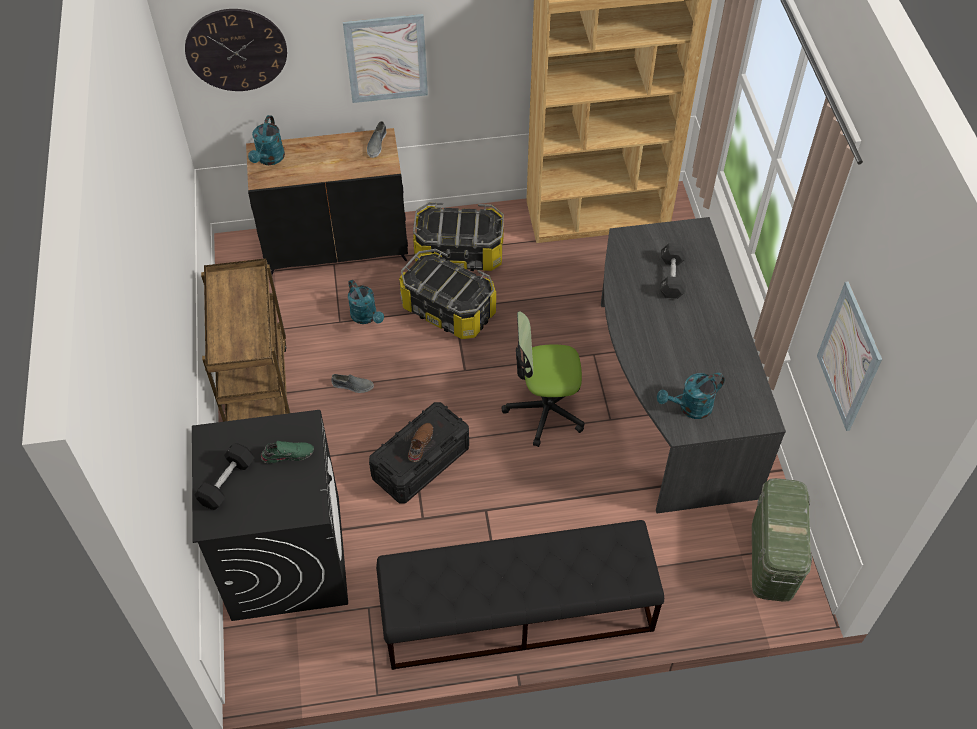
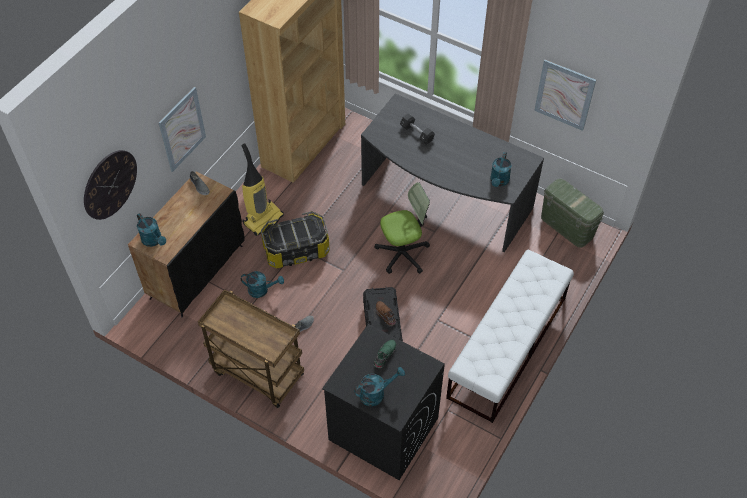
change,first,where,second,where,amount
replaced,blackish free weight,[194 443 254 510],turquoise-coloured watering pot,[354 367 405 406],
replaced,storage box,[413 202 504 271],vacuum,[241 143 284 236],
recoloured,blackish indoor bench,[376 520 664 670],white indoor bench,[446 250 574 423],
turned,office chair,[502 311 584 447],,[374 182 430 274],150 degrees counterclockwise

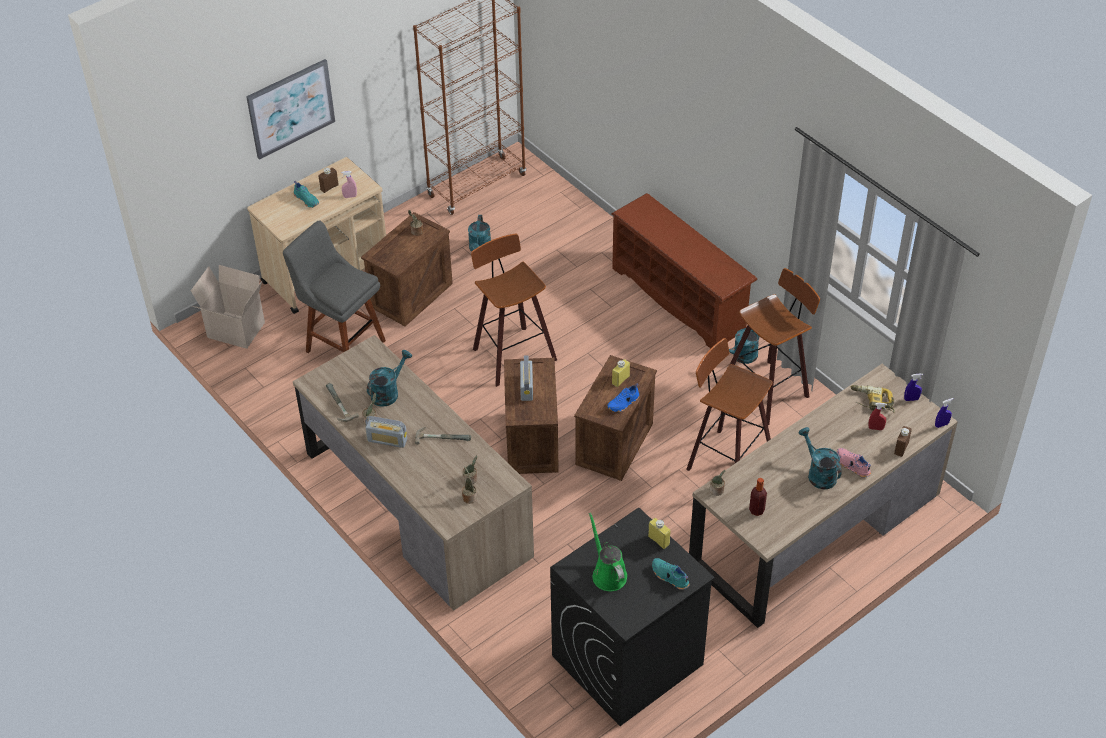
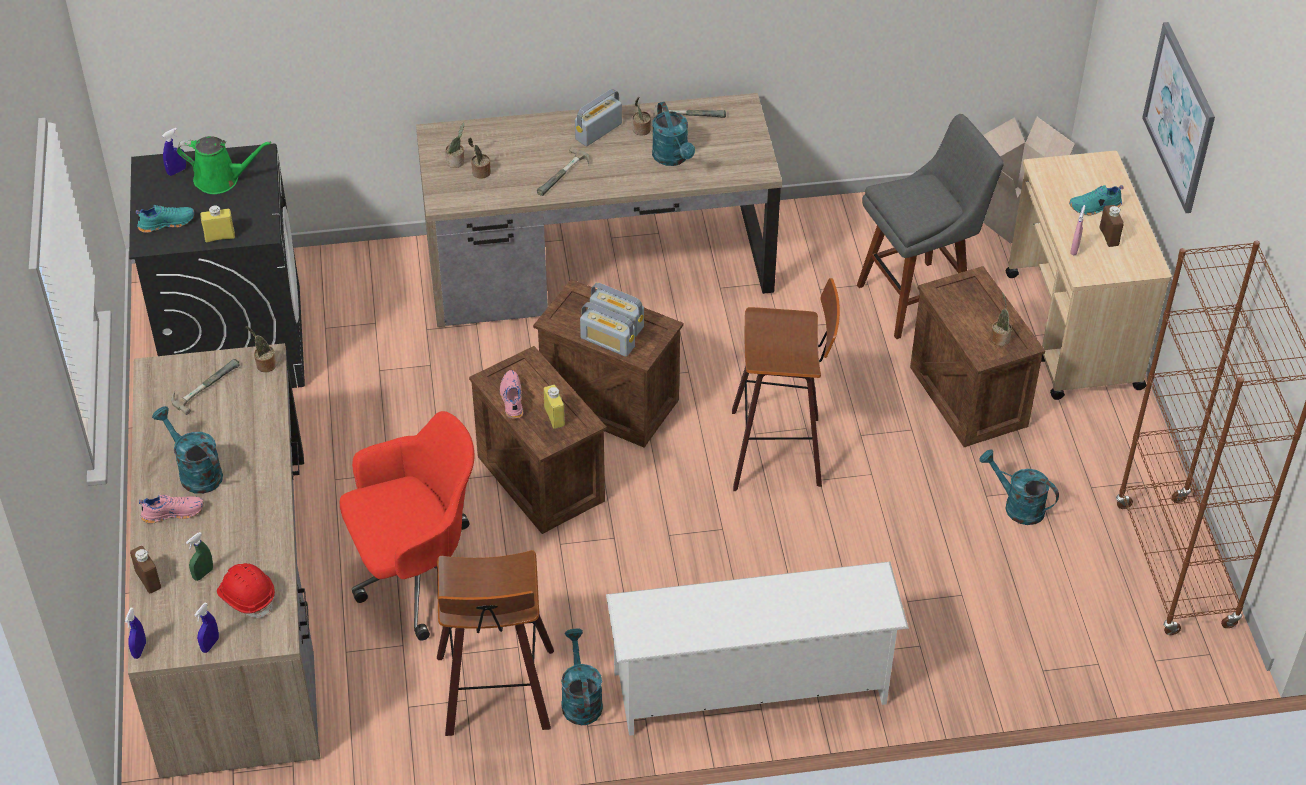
change,first,where,second,where,amount
added,,,bluish spray bottle,[162 128 186 176],
added,,,radio set,[580 302 635 357],
replaced,sitting stool,[686 338 773 471],red office chair,[340 411 474 641],
replaced,beverage bottle,[749 478 767 516],tool hammer,[171 359 240 415],
replaced,electric drill,[851 385 895 412],red safety helmet,[217 563 275 618],
recoloured,bluish low shoe,[607 384 640 412],pink low shoe,[500 370 523 419],
recoloured,brown-coloured shoe stand,[611 193 757 349],white shoe stand,[606 562 909 736],
recoloured,red spray bottle,[868 403 887 430],greenish spray bottle,[186 532 213 581],
turned,turquoise-coloured watering pot,[798 427 842 489],,[152 406 223 494],135 degrees counterclockwise

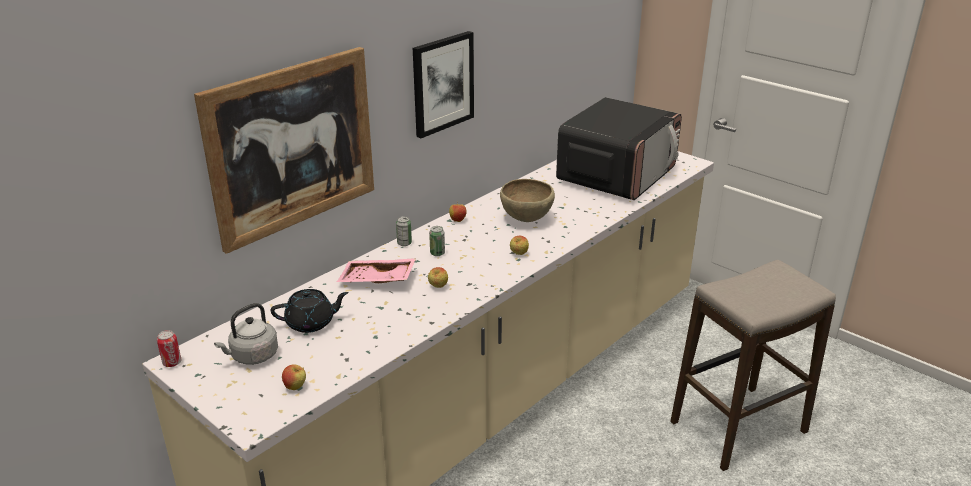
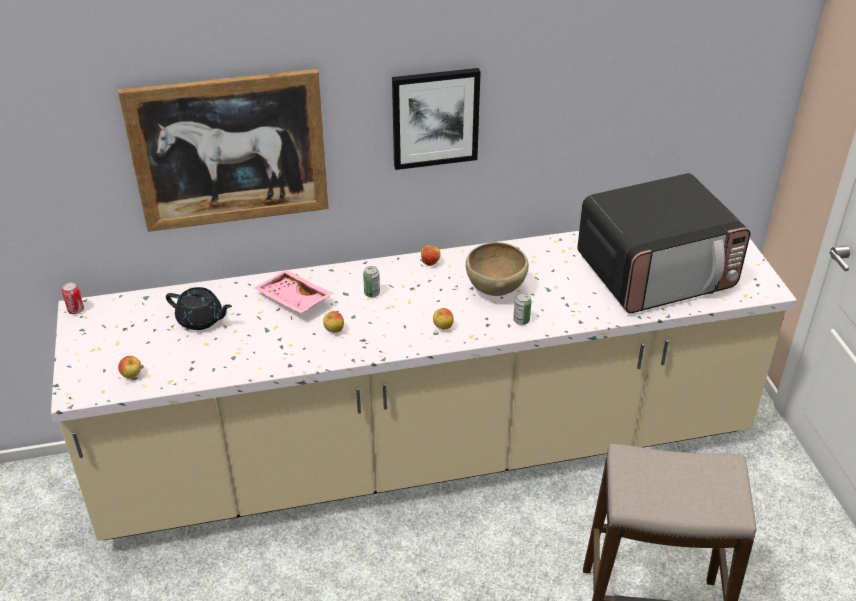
change,first,where,second,where,amount
removed,grey tea kettle,[214 303 278 365],,,
moved,metal can,[396 216 412 246],,[513 293 531 325],

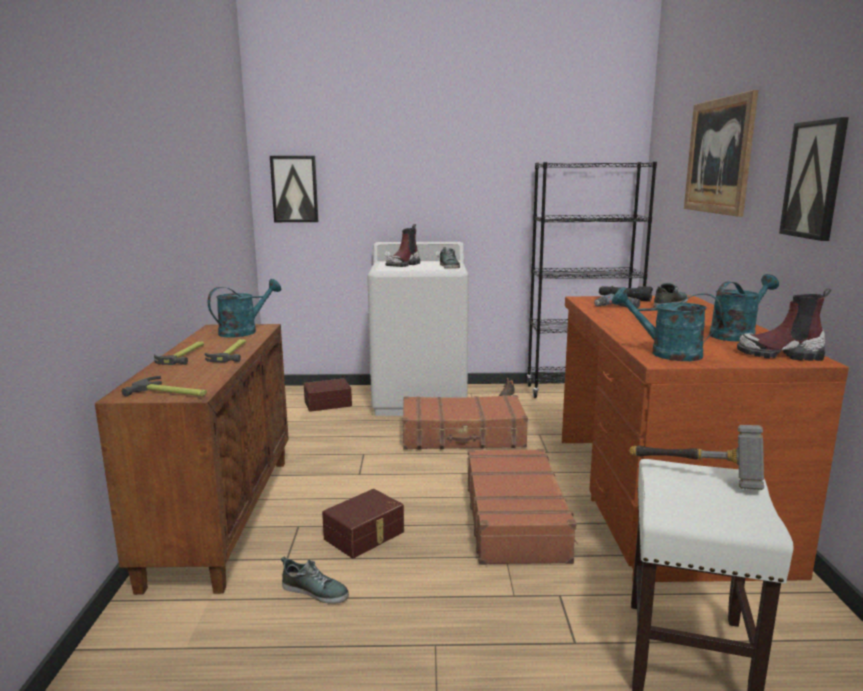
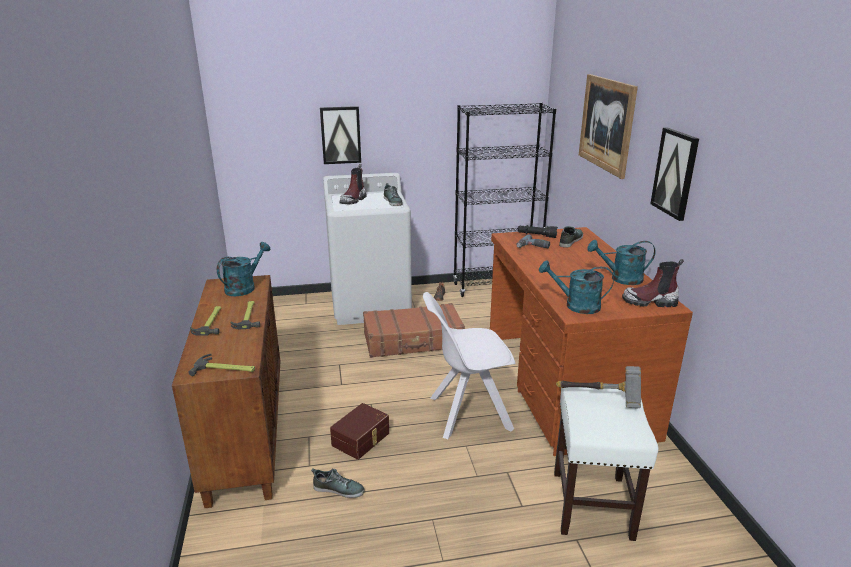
change,first,where,second,where,amount
removed,brown-coloured storage box,[304 379 352 412],,,
moved,wall picture,[270 156 318 222],,[320 106 361 164],
replaced,brown-coloured suitcase,[467 449 578 565],white upright chair,[423 292 516 439],
turned,turquoise-coloured watering pot,[709 274 779 342],,[587 240 655 285],135 degrees counterclockwise

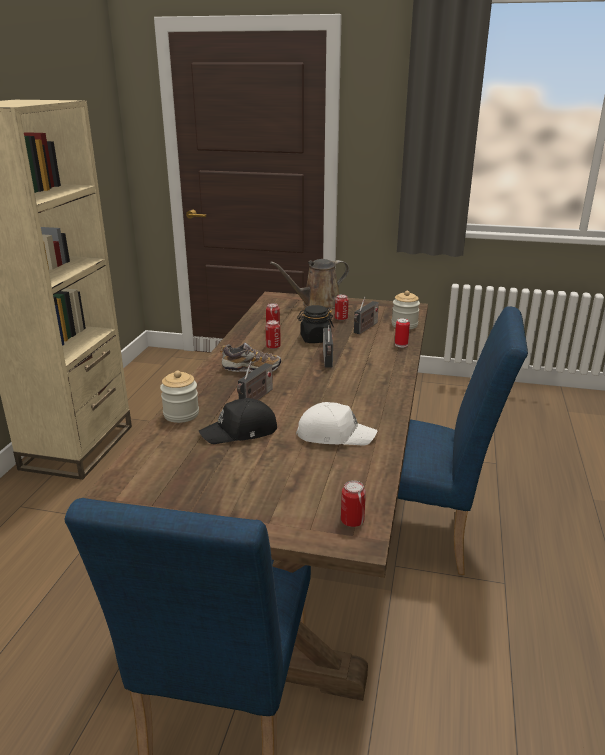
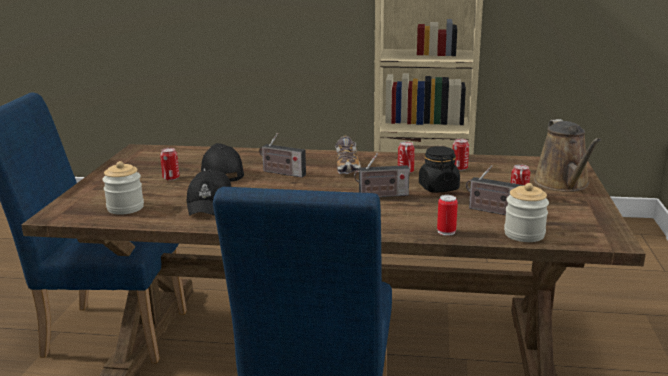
change,first,where,second,where,amount
moved,preserve jar,[160 371 199 423],,[102 161 144 215],
moved,metal can,[341 480 366 527],,[160 148 179 181],
recoloured,white cap,[296 402 377 446],blackish cap,[186 169 231 216],
turned,brown-coloured watering pot,[270 259 349 309],,[534 119 601 192],150 degrees counterclockwise

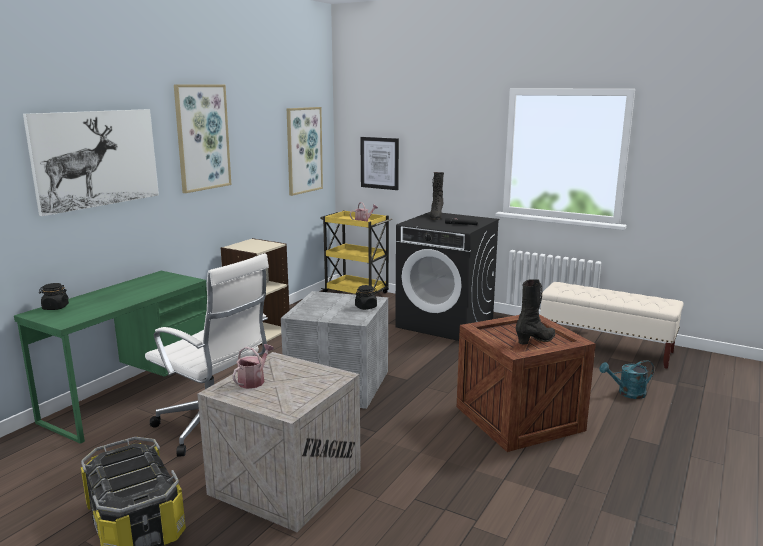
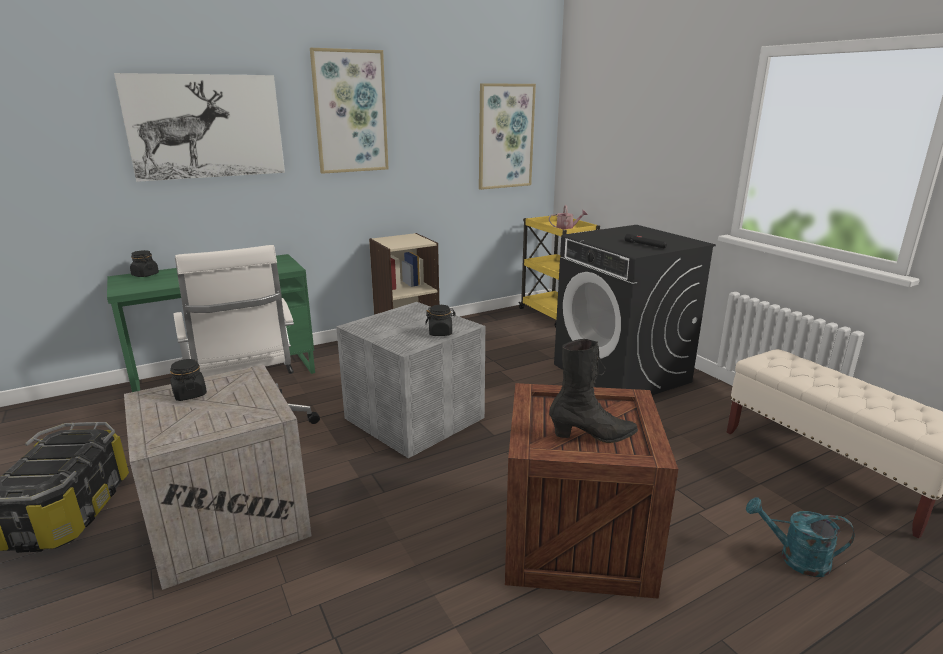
change,first,where,second,where,amount
removed,wall picture,[360 137 399 190],,,
removed,blackish high-top boot,[430 172 444 219],,,
replaced,watering pot,[232 344 274 389],blackish preserve jar,[170 359 207 401],

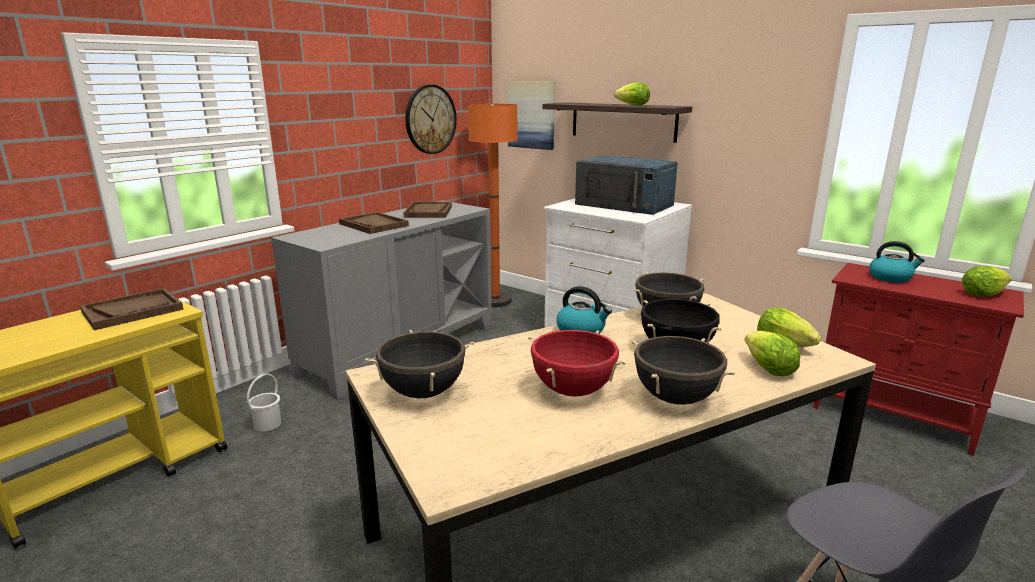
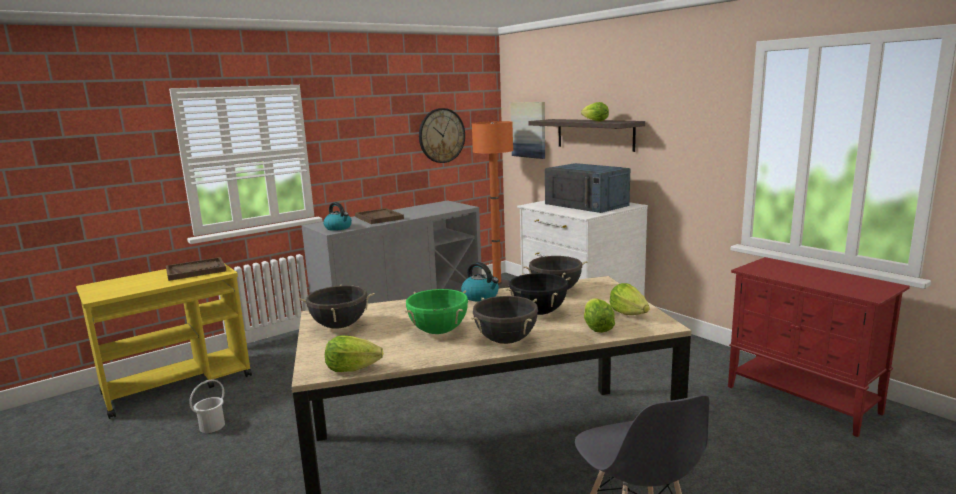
change,first,where,second,where,amount
removed,brown-coloured carrying tray,[403 202 452 218],,,
moved,white water bucket,[247 373 281 432],,[189 379 225 433],
moved,tea kettle,[869 241 925 283],,[323 202 352 231],
moved,lettuce head,[962 266 1012 296],,[325 335 383 372],
recoloured,red stockpot,[528 330 626 396],greenish stockpot,[405 289 468 334],

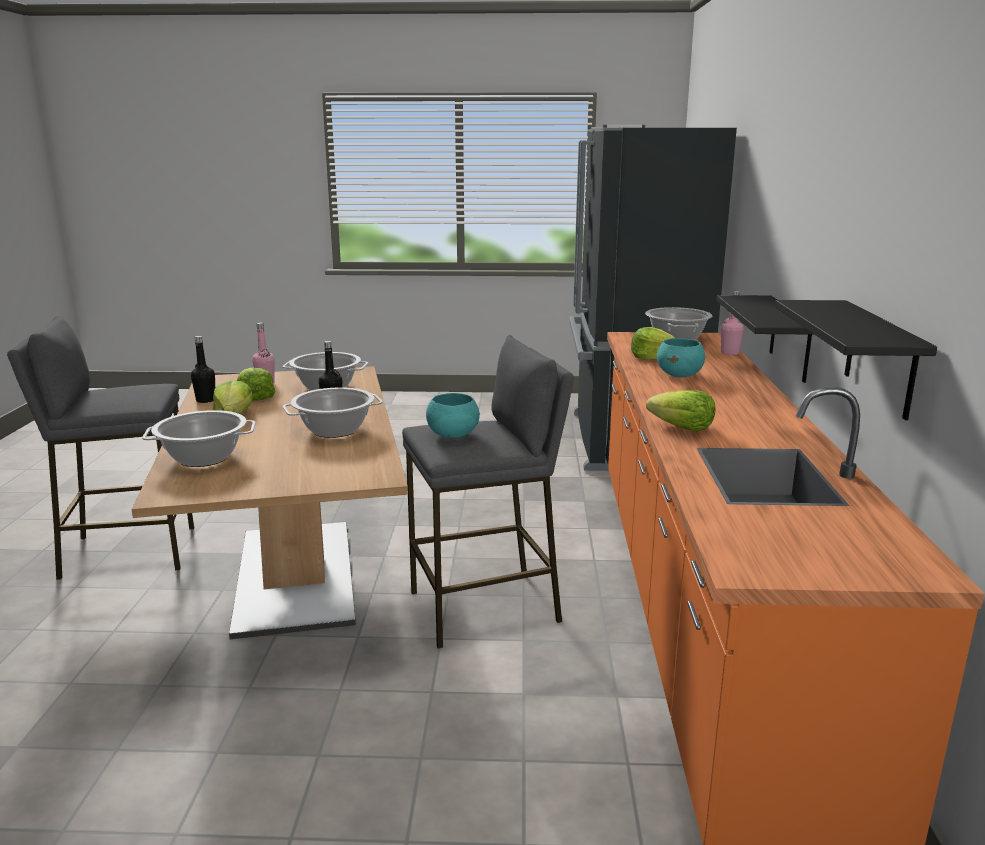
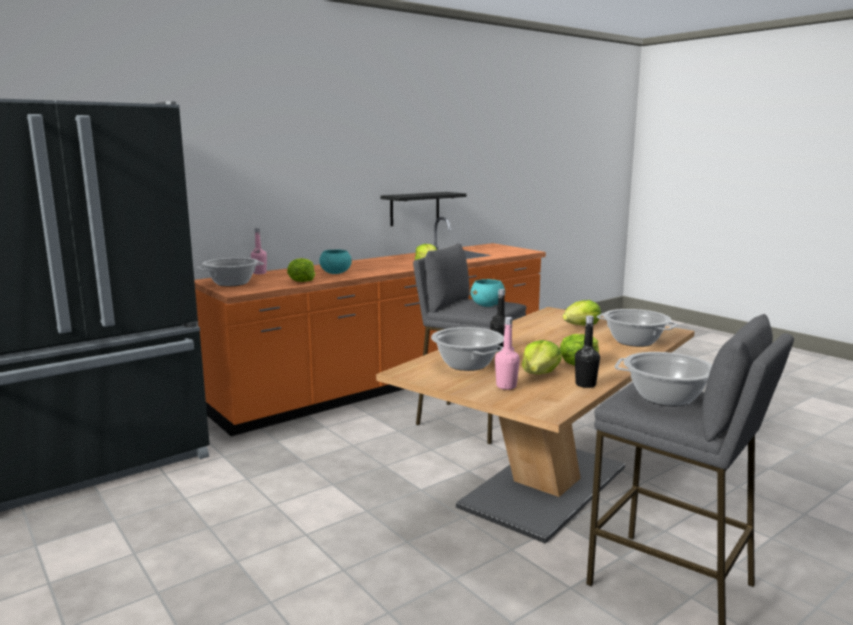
change,first,where,second,where,amount
removed,blackish bracket shelf,[716 295 815 383],,,
added,,,lettuce head,[563 300 601 326],
moved,stockpot,[283 387 383 438],,[615 352 712 406],

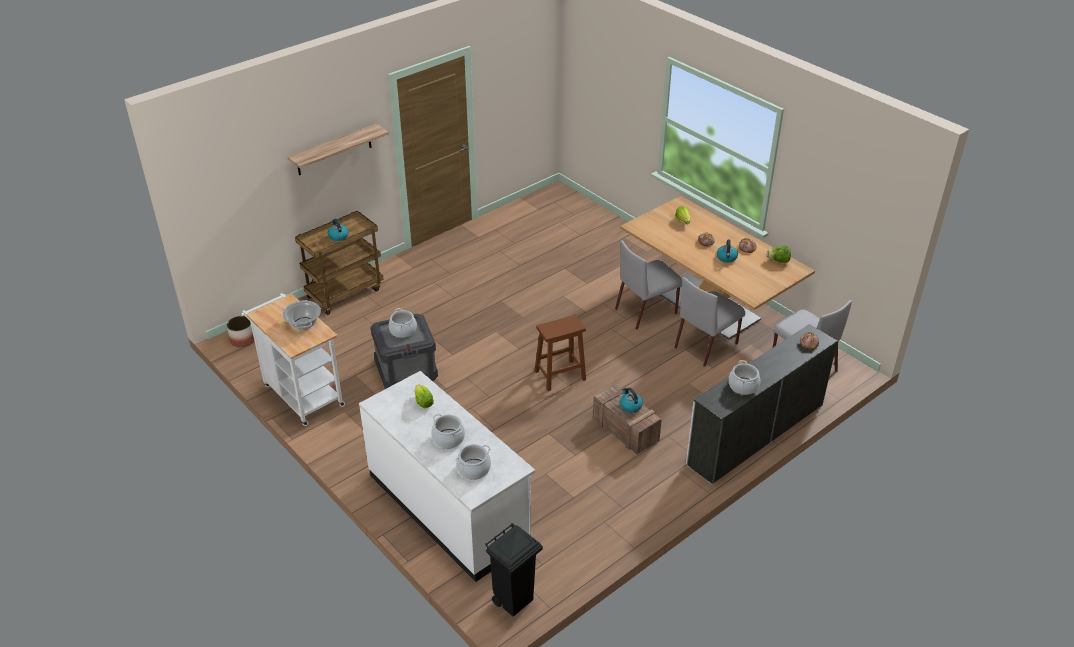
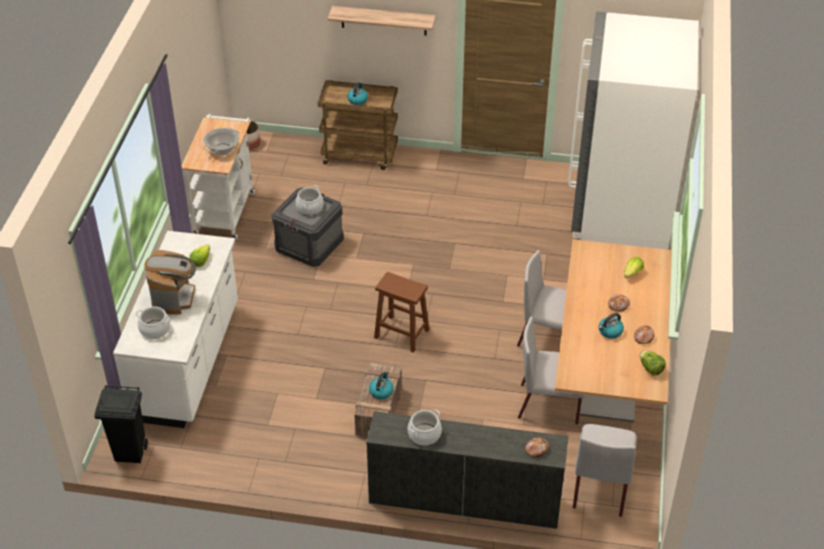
change,first,where,second,where,amount
added,,,white fridge,[568 12 699 250],
replaced,stockpot,[431 414 465 449],coffee maker,[144 250 196 314],

